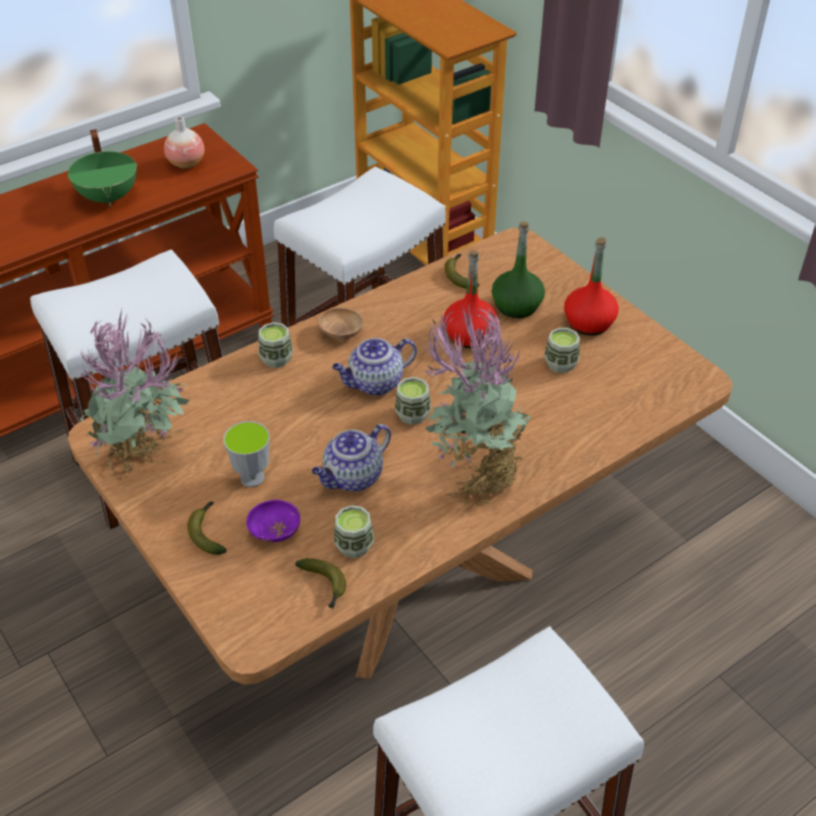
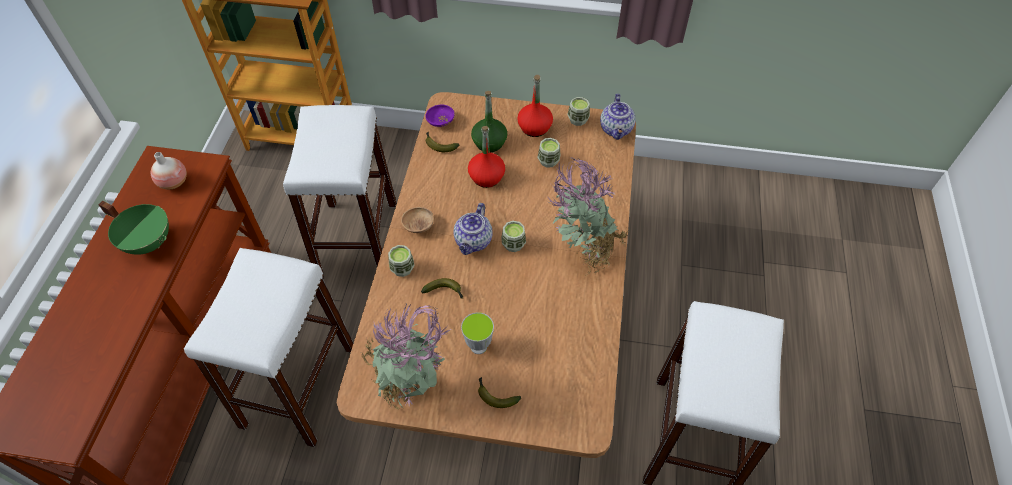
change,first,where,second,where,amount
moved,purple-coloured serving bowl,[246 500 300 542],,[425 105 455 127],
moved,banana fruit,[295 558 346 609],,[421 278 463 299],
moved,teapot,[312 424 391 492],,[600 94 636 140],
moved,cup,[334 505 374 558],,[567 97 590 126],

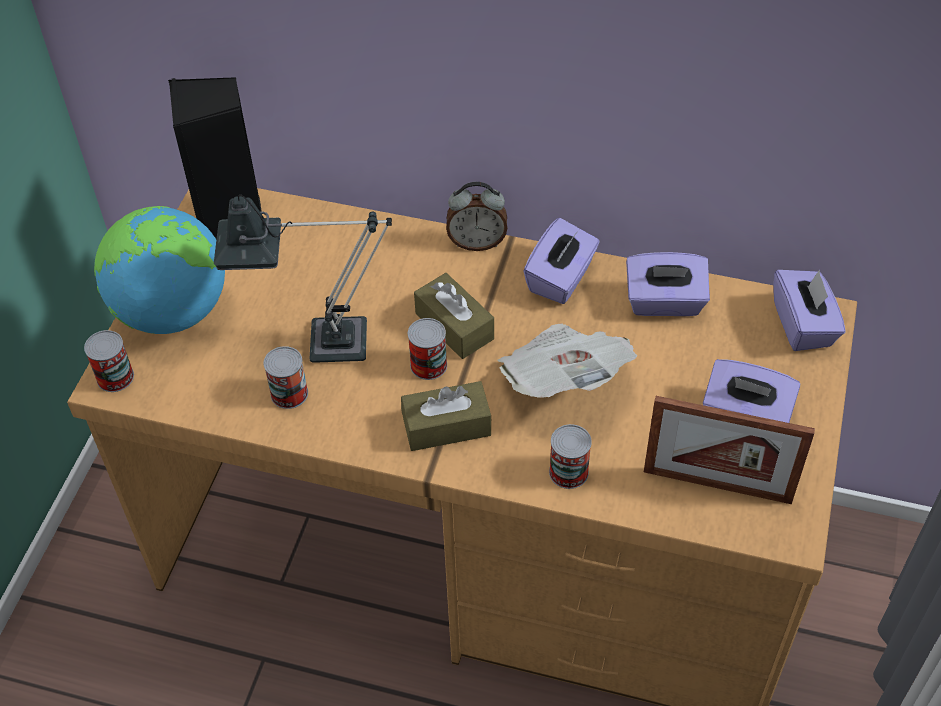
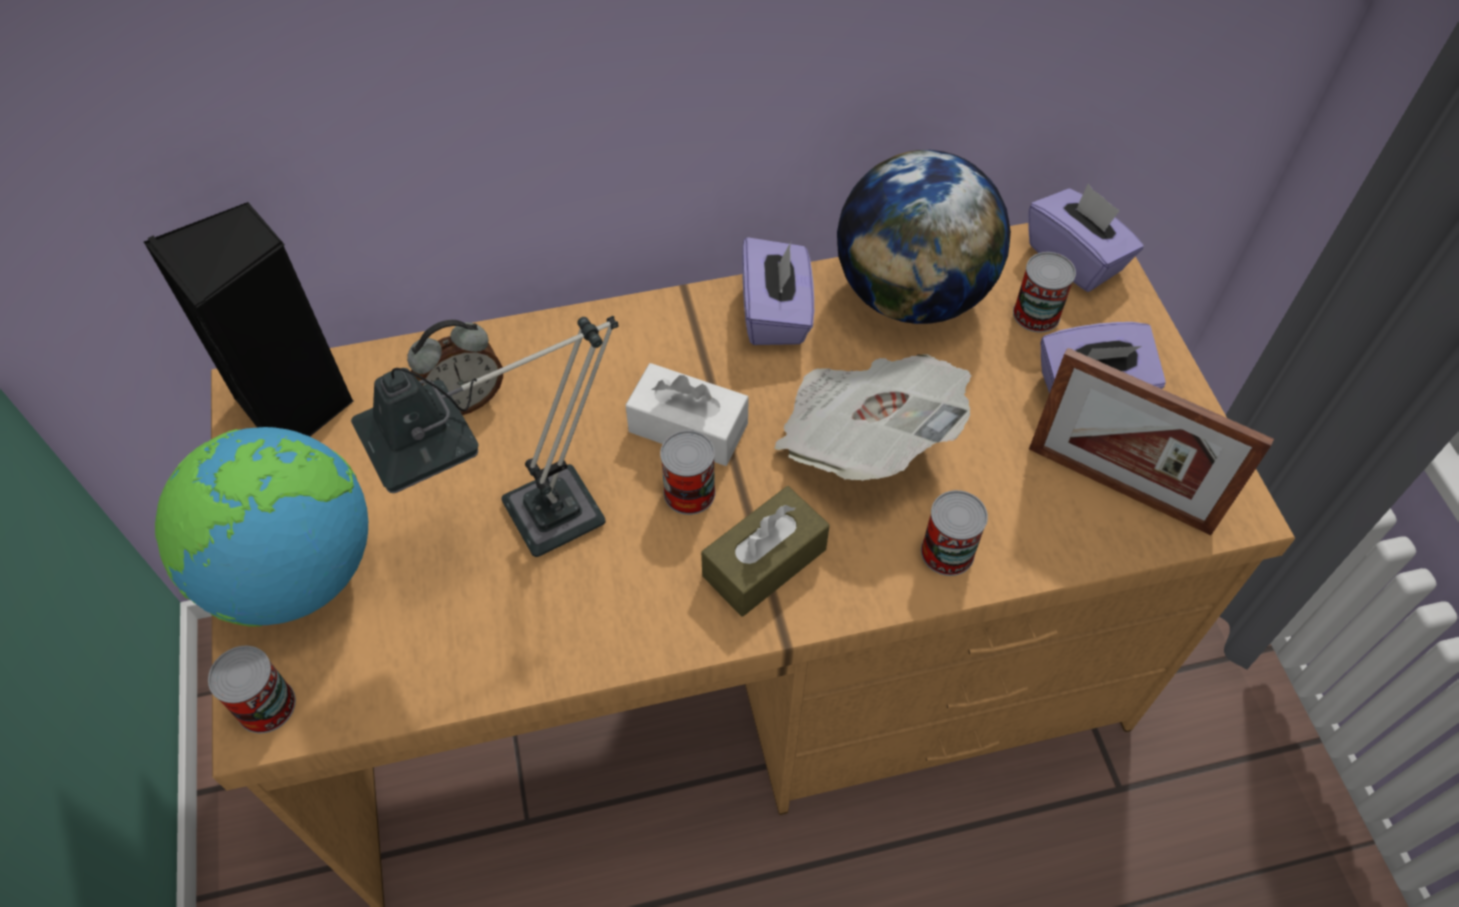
change,first,where,second,where,amount
moved,metal can,[264 346 308 409],,[1013 252 1076 332],
moved,bedside clock,[446 182 507 251],,[407 320 503 415],
replaced,purple-coloured box of tissues,[626 252 710 316],globe,[837 150 1011 324],
recoloured,brown-coloured box of tissues,[414 273 494 359],white box of tissues,[625 363 749 466],
turned,photo frame,[644 396 815 504],,[1029 348 1274 535],45 degrees clockwise

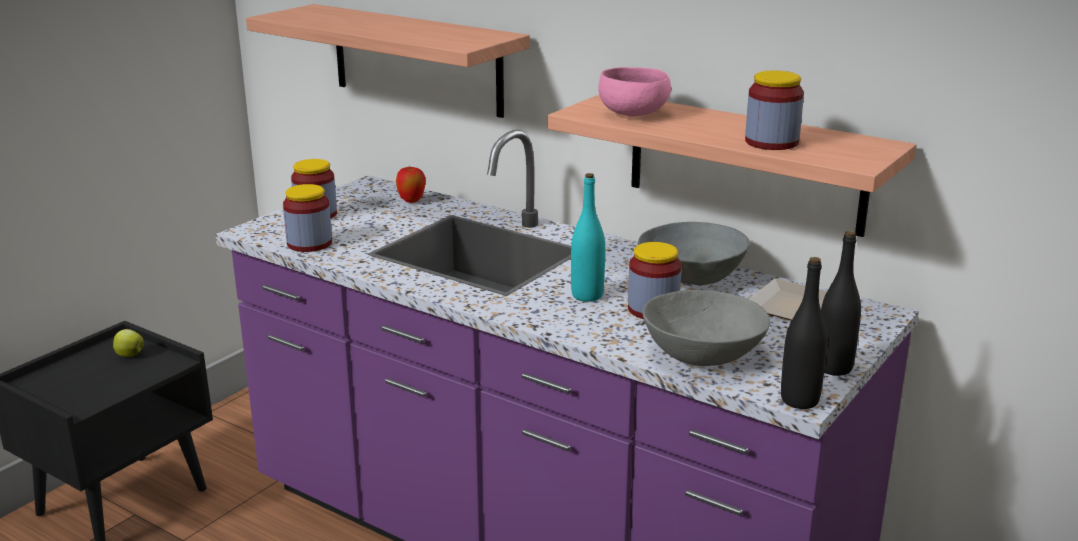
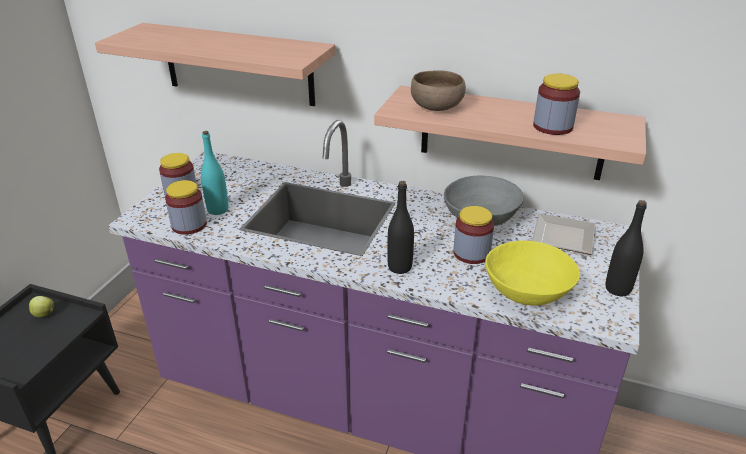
change,first,where,second,where,amount
removed,apple fruit,[396 167 426 203],,,
moved,turquoise-coloured beverage bottle,[571 173 605 302],,[201 131 228 215],
moved,blackish beverage bottle,[781 257 828 409],,[387 181 414 274],
recoloured,pink serving bowl,[598 67 671 117],brown-coloured serving bowl,[411 70 466 111],
recoloured,grey serving bowl,[642 290 770 366],yellowish serving bowl,[485 241 580 306],

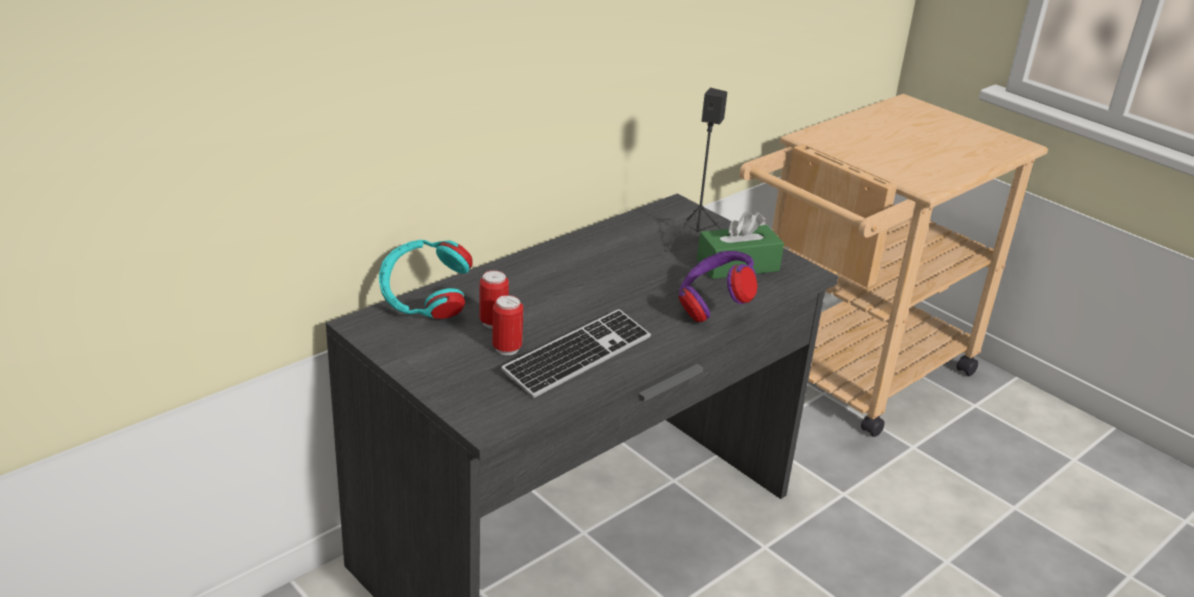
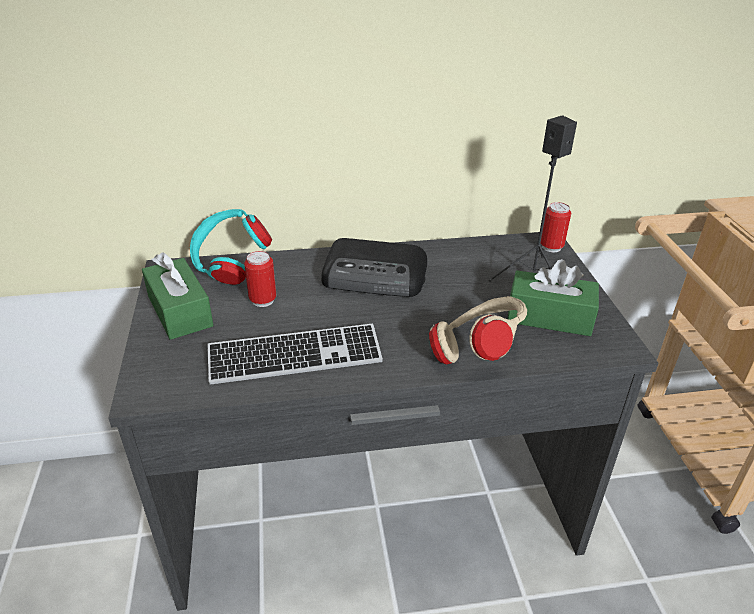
change,first,where,second,where,amount
added,,,greenish box of tissues,[142 252 214 340],
added,,,radio set,[321 238 427 297],
moved,metal can,[492 295 523 355],,[541 202 571 252],
recoloured,purple-coloured pair of headphones,[678 251 757 322],beige-coloured pair of headphones,[429 296 527 365],

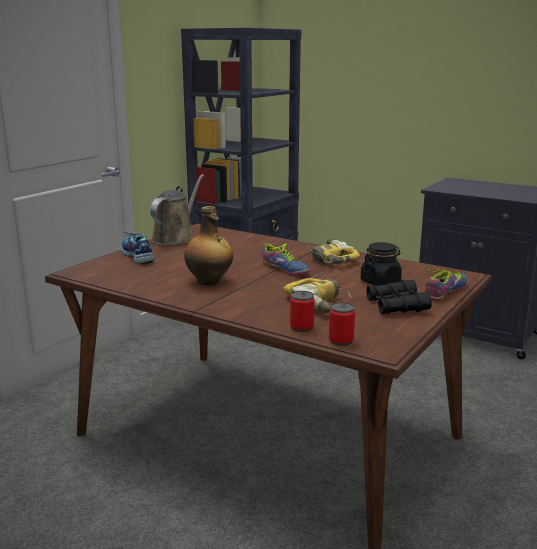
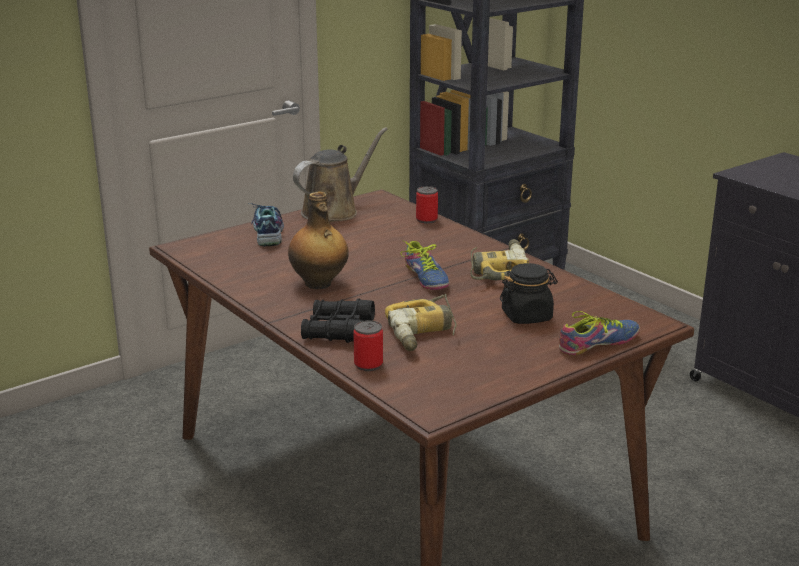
change,first,where,second,where,amount
moved,metal can,[329 302 355 346],,[416 186 438 224],
moved,blackish pair of binoculars,[366 280 432 314],,[301 298 375 343],

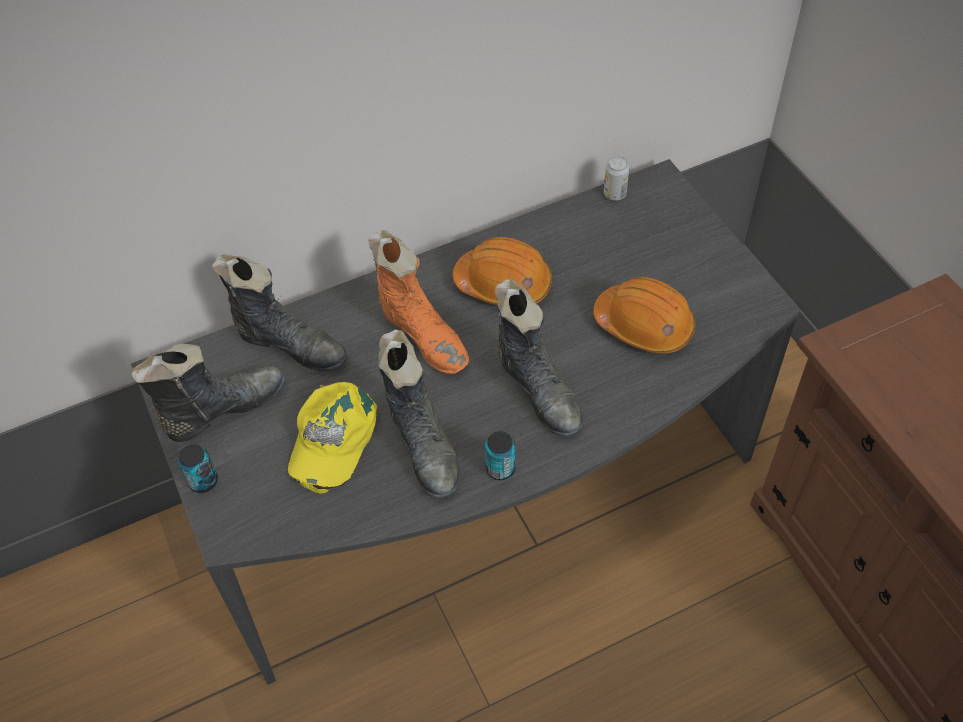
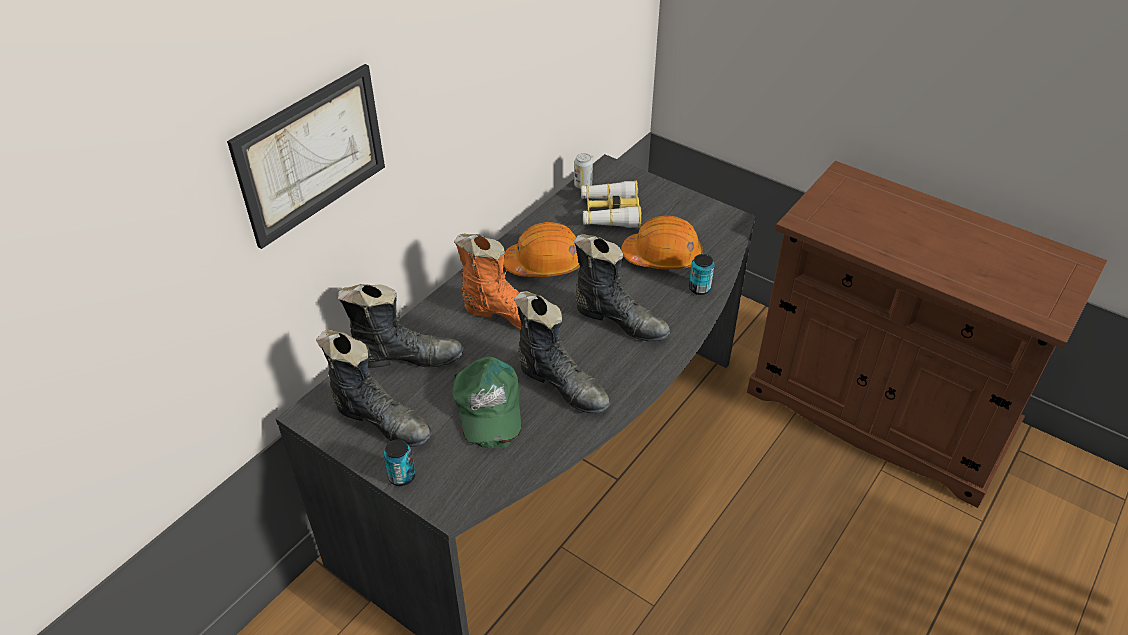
change,first,where,second,where,amount
added,,,wall picture,[227 64 385 249],
added,,,pair of binoculars,[581 181 642 228],
moved,metal can,[485 431 516 480],,[689 254 714 295],
recoloured,yellowish cap,[288 382 377 493],greenish cap,[453 357 521 448],
turned,blackish high-top boot,[132 344 285 442],,[316 330 432 447],90 degrees clockwise

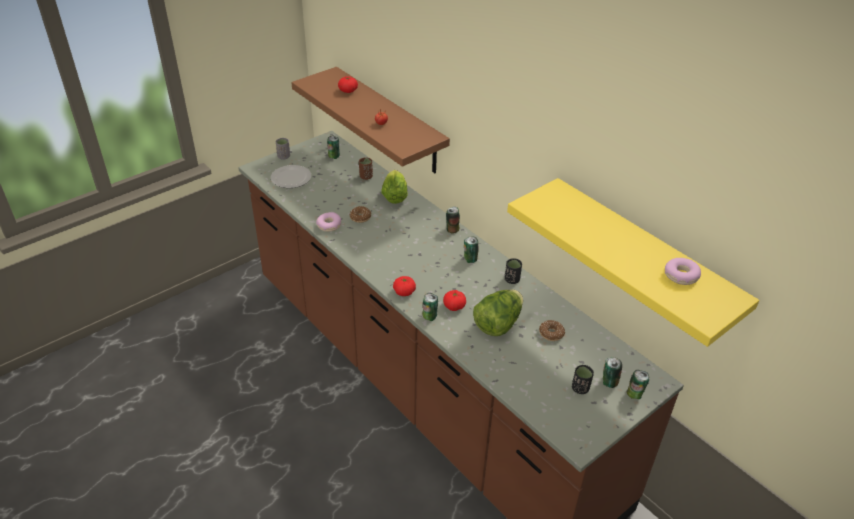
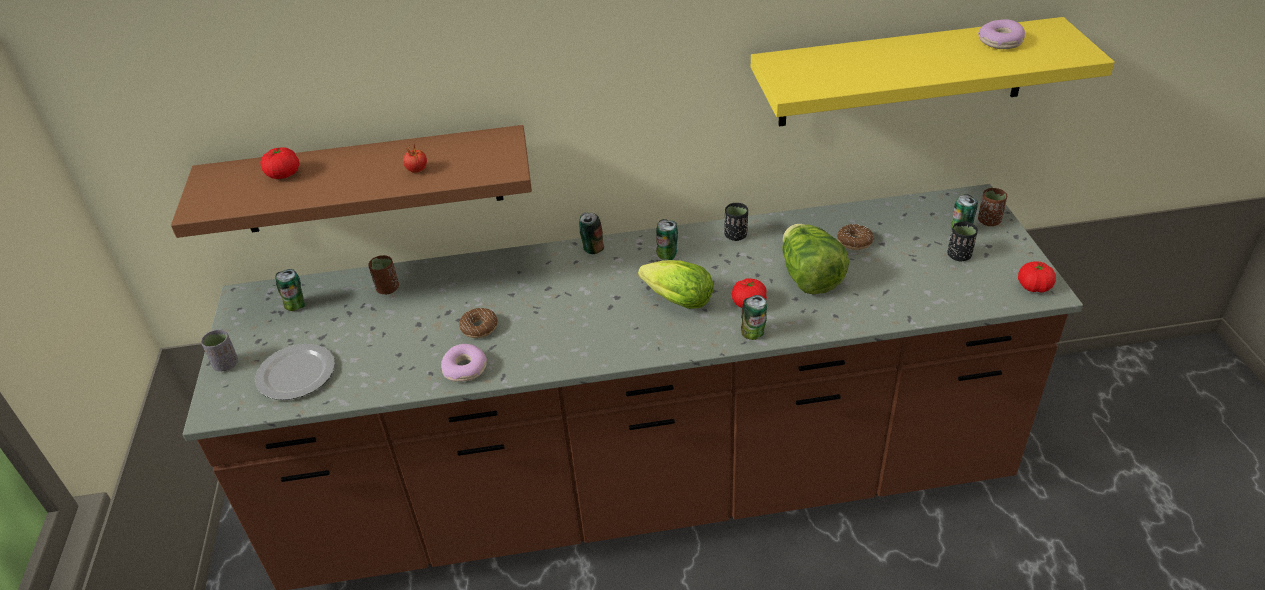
change,first,where,second,where,amount
moved,lettuce head,[381 170 408 204],,[638 260 713 309],
moved,tomato,[393 276 416 296],,[1018 261 1056 293],
replaced,metal can,[627 370 649 399],brown-coloured cup,[978 188 1007 226],

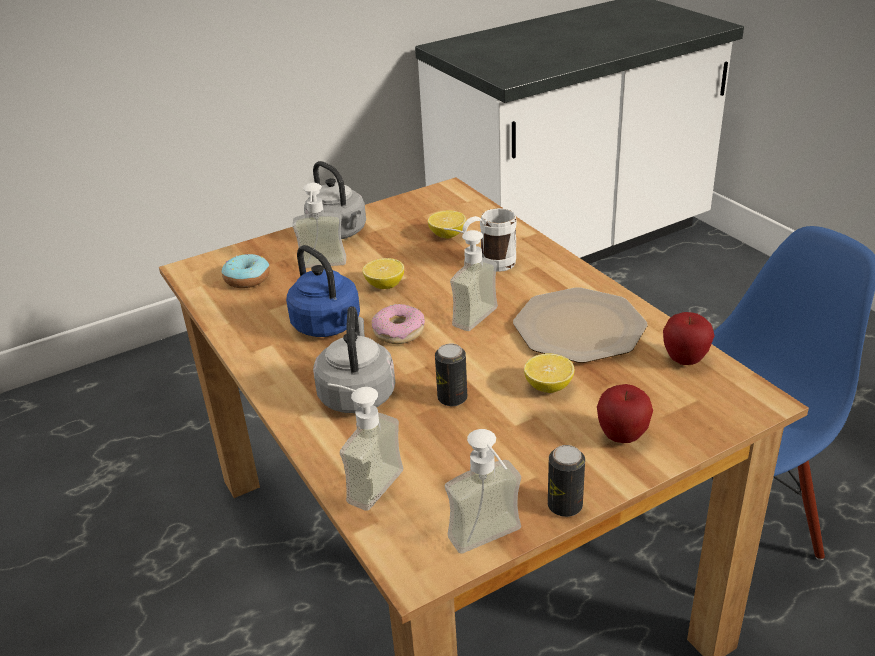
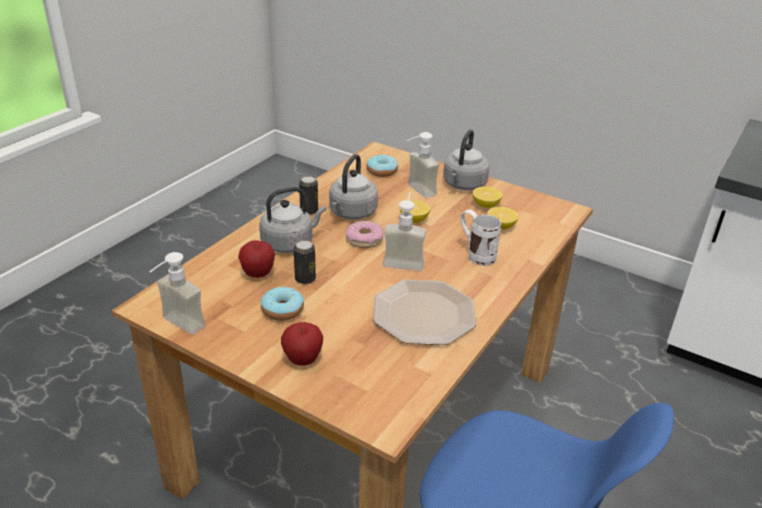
change,first,where,second,where,amount
removed,soap dispenser,[327 383 403 511],,,
added,,,doughnut,[261 287 304 321],
moved,whole lemon,[524 353 574 393],,[473 186 502 208],
moved,metal can,[548 445 585 517],,[299 176 318 215],
moved,apple fruit,[663 312 715 365],,[238 240 275 278],
recoloured,bluish tea kettle,[286 245 360 337],grey tea kettle,[329 154 378 220],

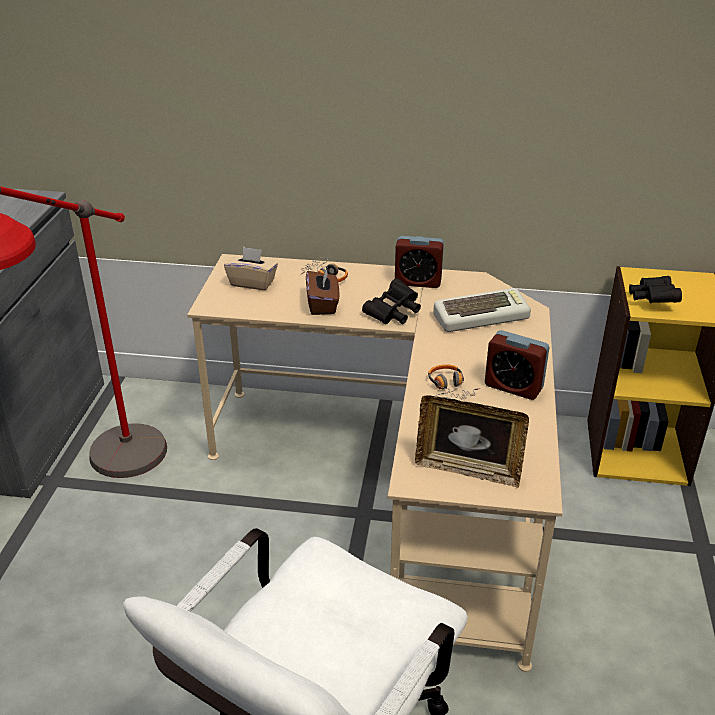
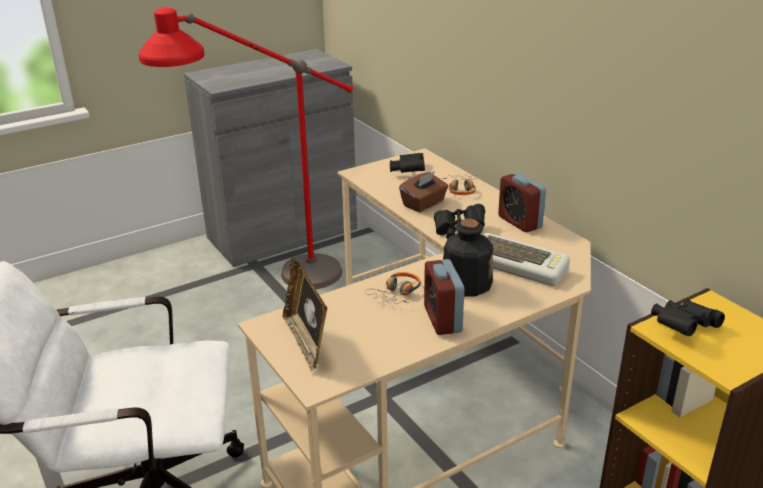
change,first,where,second,where,amount
added,,,beverage bottle,[443 219 493 297],
replaced,beige-coloured box of tissues,[224 247 278 290],blackish pair of binoculars,[390 153 425 173],

